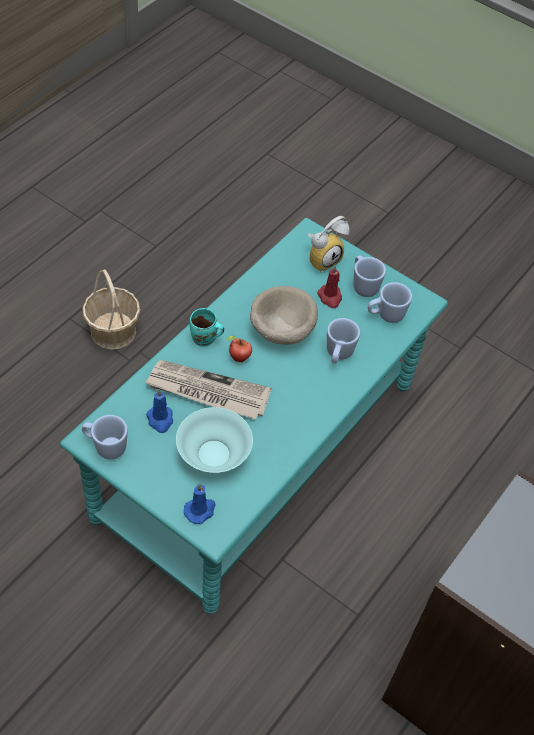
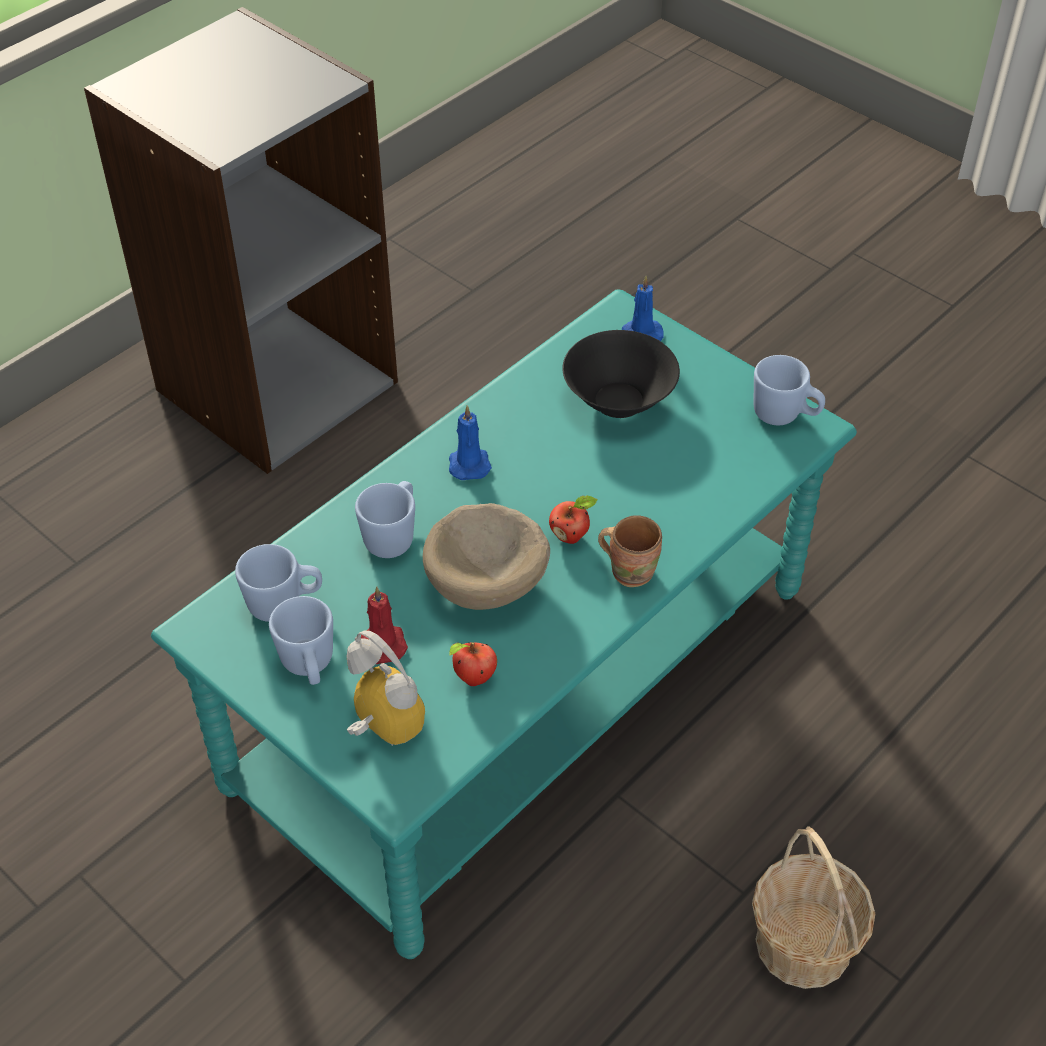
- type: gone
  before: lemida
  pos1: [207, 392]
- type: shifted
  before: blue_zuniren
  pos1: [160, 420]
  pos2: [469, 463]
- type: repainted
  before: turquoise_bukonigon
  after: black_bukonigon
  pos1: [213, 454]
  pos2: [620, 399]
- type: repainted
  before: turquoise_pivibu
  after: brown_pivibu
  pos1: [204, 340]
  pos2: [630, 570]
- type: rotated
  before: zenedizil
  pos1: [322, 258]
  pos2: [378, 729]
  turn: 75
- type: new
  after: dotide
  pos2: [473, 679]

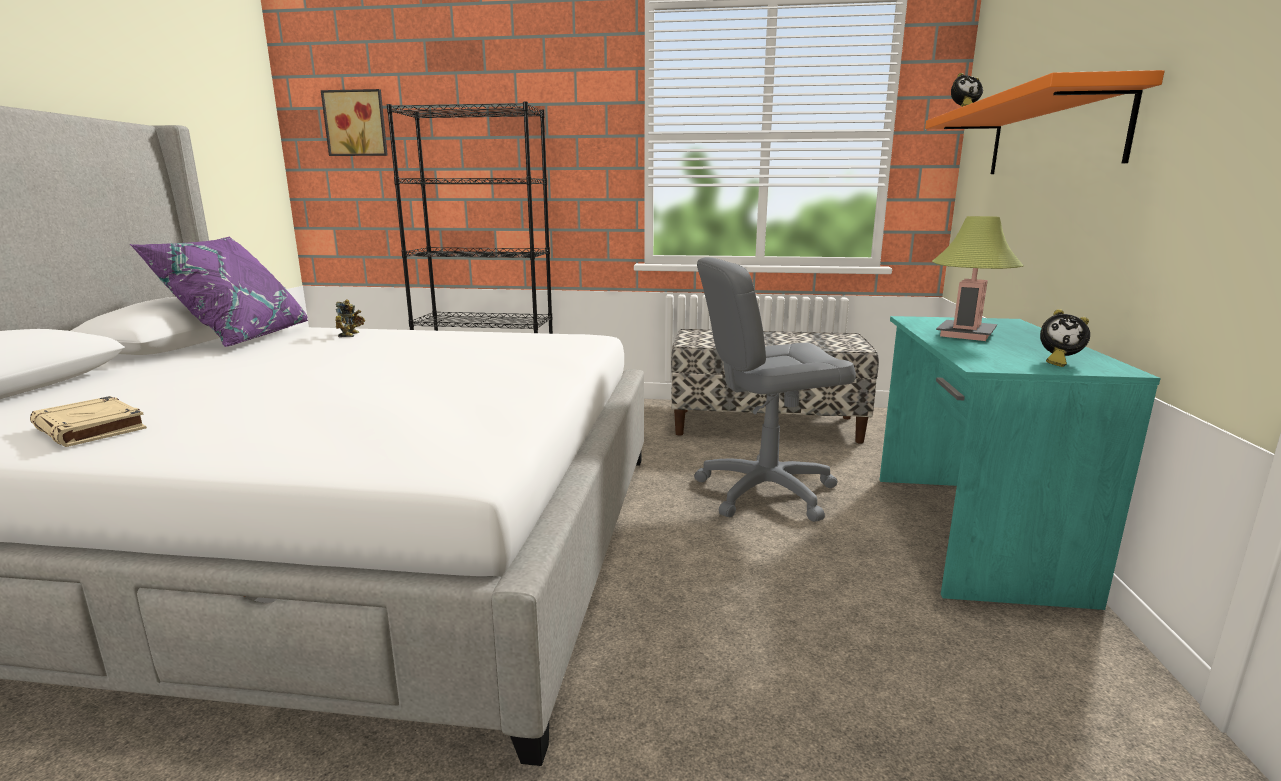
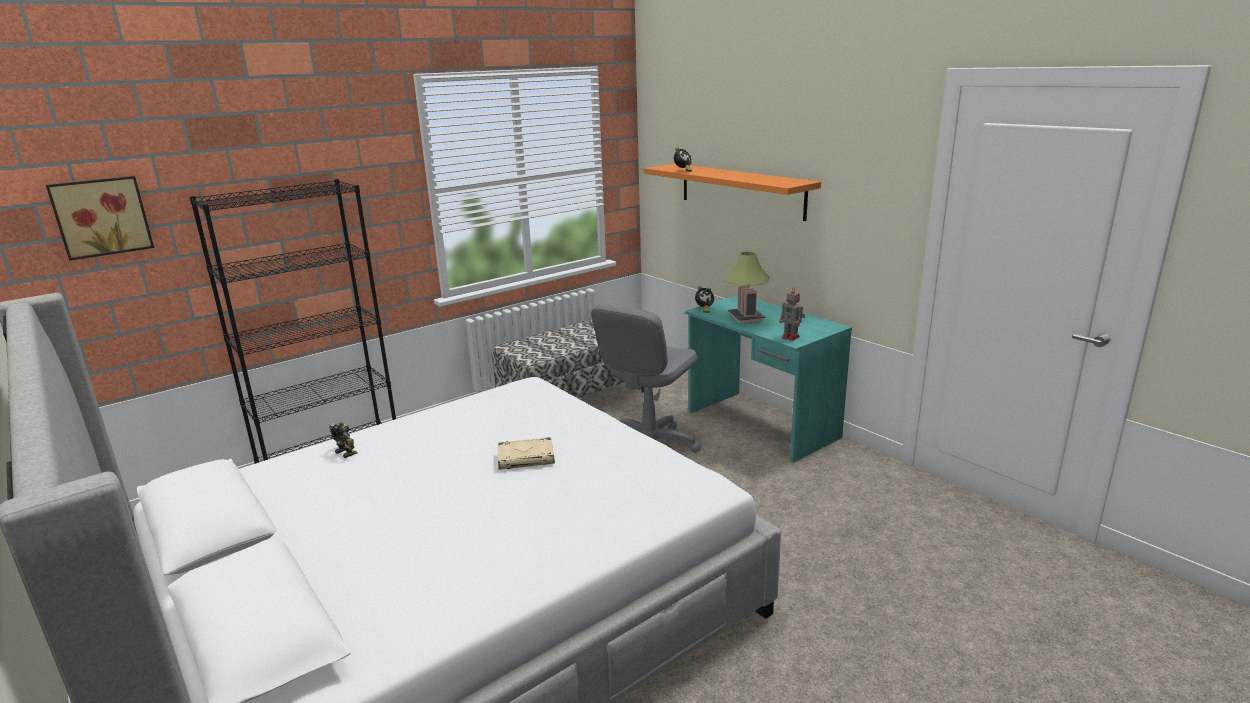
- type: shifted
  before: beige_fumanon
  pos1: [91, 429]
  pos2: [526, 457]
- type: gone
  before: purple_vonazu
  pos1: [240, 338]
- type: shifted
  before: zenedizil
  pos1: [1057, 362]
  pos2: [704, 310]
- type: new
  after: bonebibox
  pos2: [791, 337]

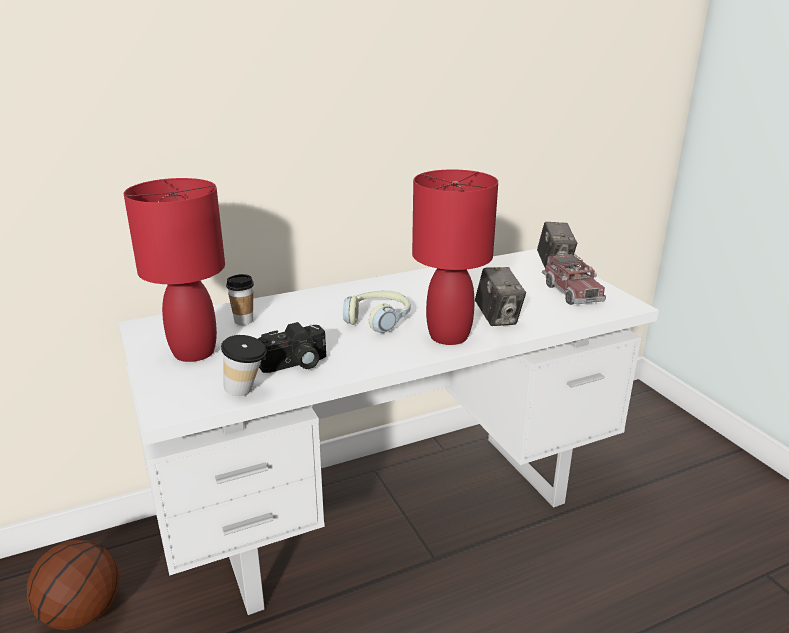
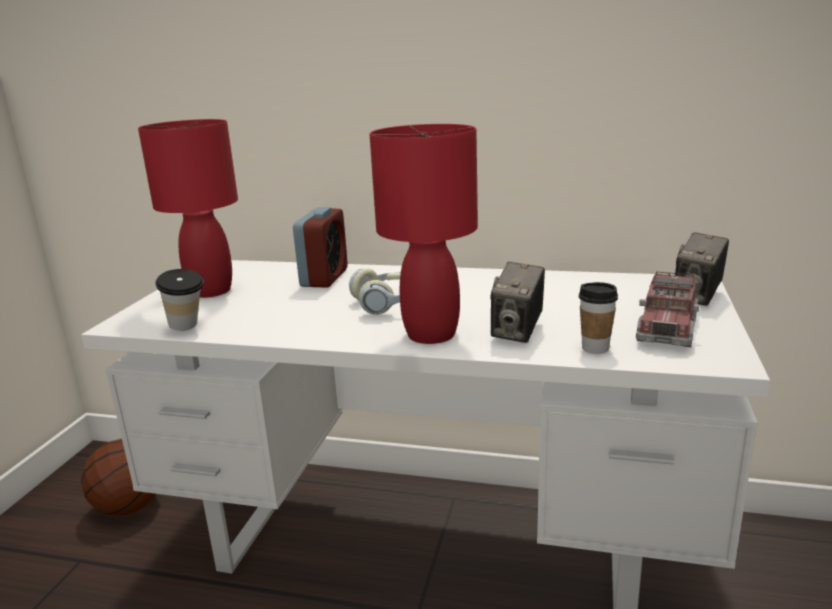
- type: shifted
  before: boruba
  pos1: [243, 321]
  pos2: [595, 348]
- type: gone
  before: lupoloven
  pos1: [295, 364]
- type: new
  after: zenedizil
  pos2: [324, 278]

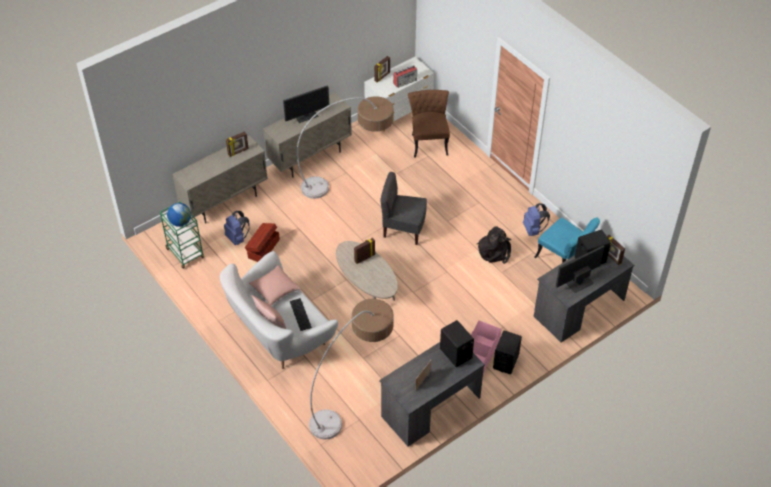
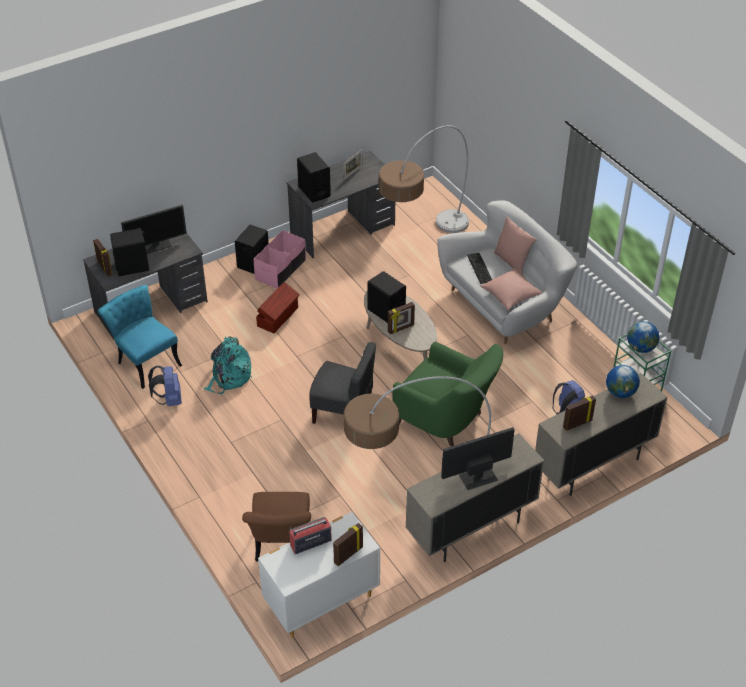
- type: shifted
  before: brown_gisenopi
  pos1: [263, 248]
  pos2: [278, 317]
- type: repainted
  before: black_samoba
  after: turquoise_samoba
  pos1: [495, 250]
  pos2: [229, 377]
- type: new
  after: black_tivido
  pos2: [386, 311]
- type: new
  after: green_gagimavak
  pos2: [447, 420]
- type: new
  after: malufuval
  pos2: [620, 392]

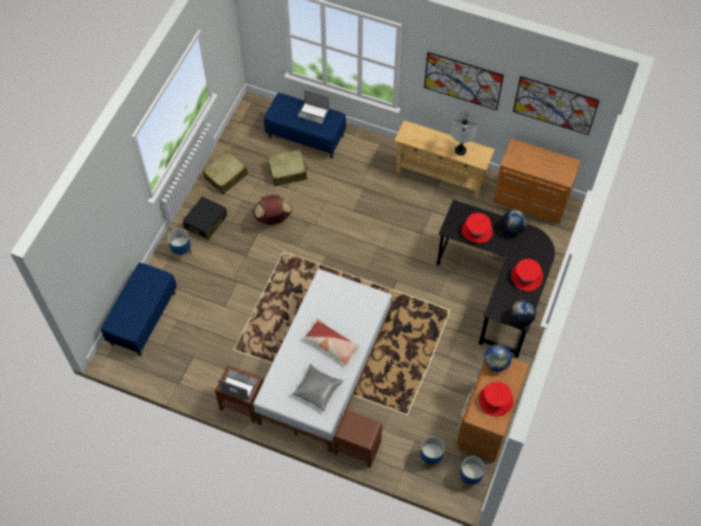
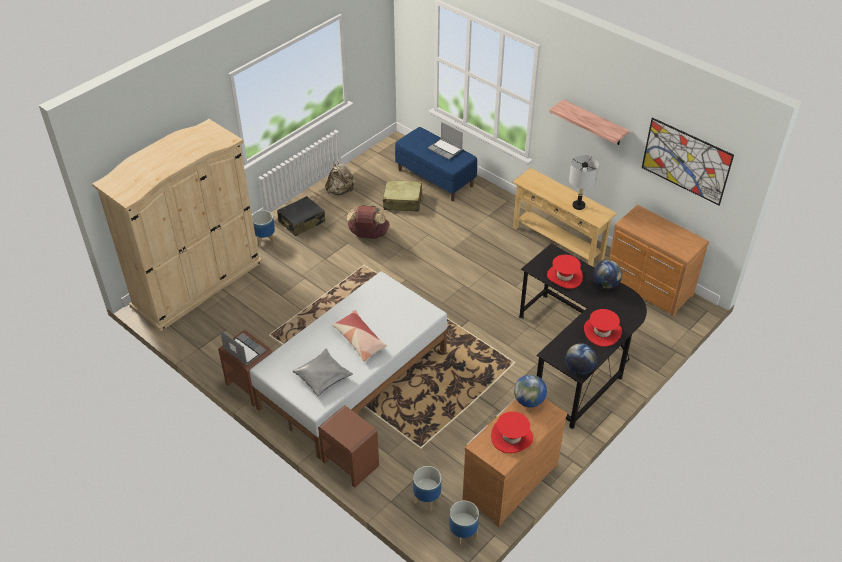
- type: swapped
  before: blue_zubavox
  after: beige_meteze
  pos1: [143, 318]
  pos2: [197, 283]
- type: swapped
  before: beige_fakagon
  after: beige_samoba
  pos1: [226, 176]
  pos2: [341, 191]
- type: swapped
  before: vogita
  after: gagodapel
  pos1: [463, 81]
  pos2: [594, 123]

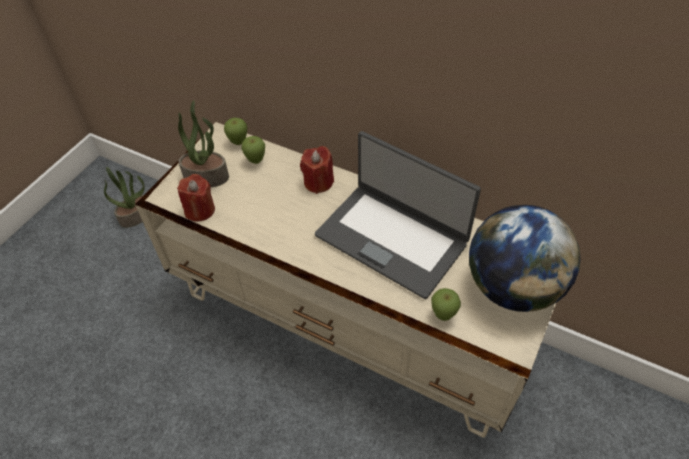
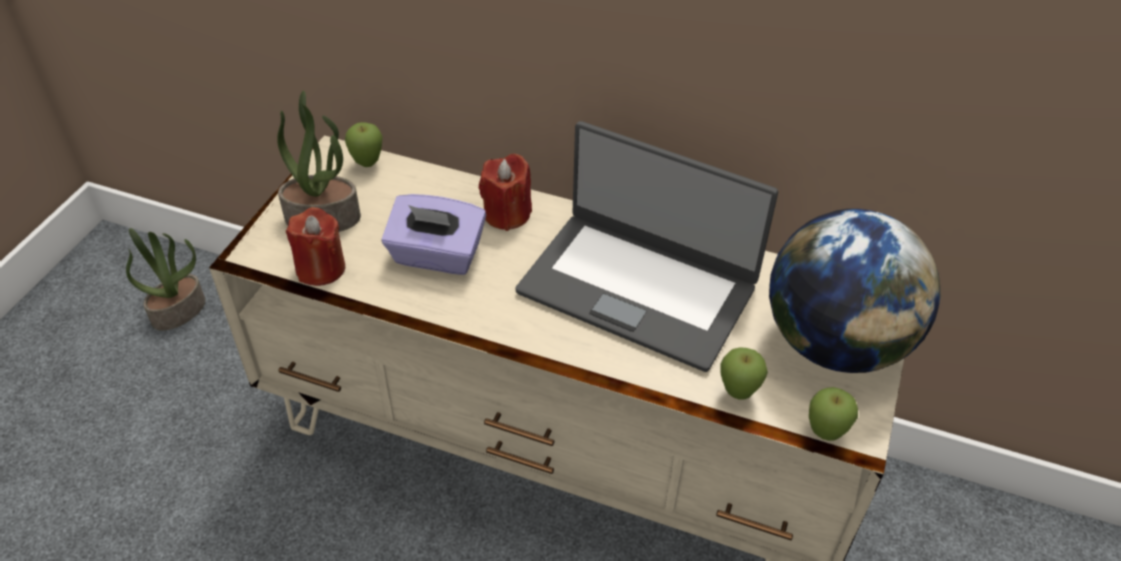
- type: shifted
  before: dotide
  pos1: [256, 161]
  pos2: [824, 434]
- type: new
  after: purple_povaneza
  pos2: [436, 256]

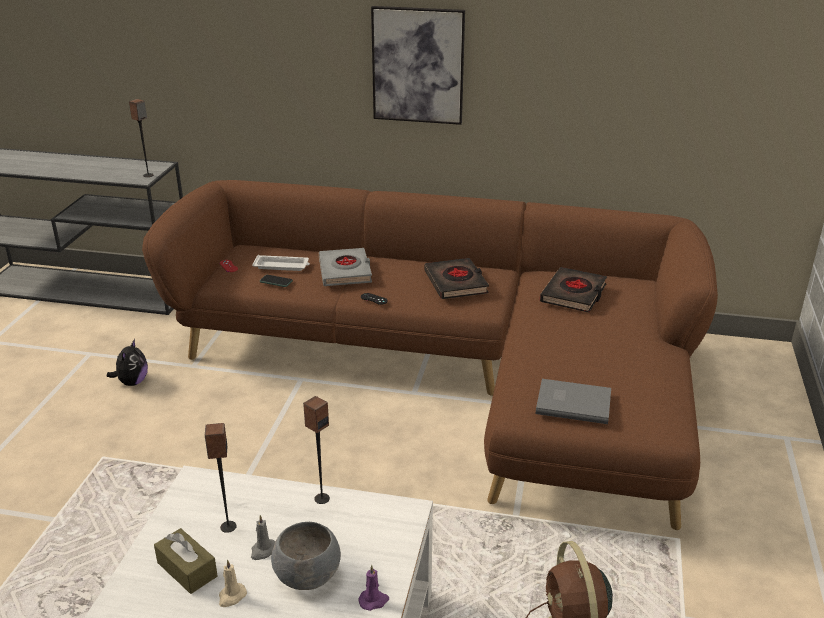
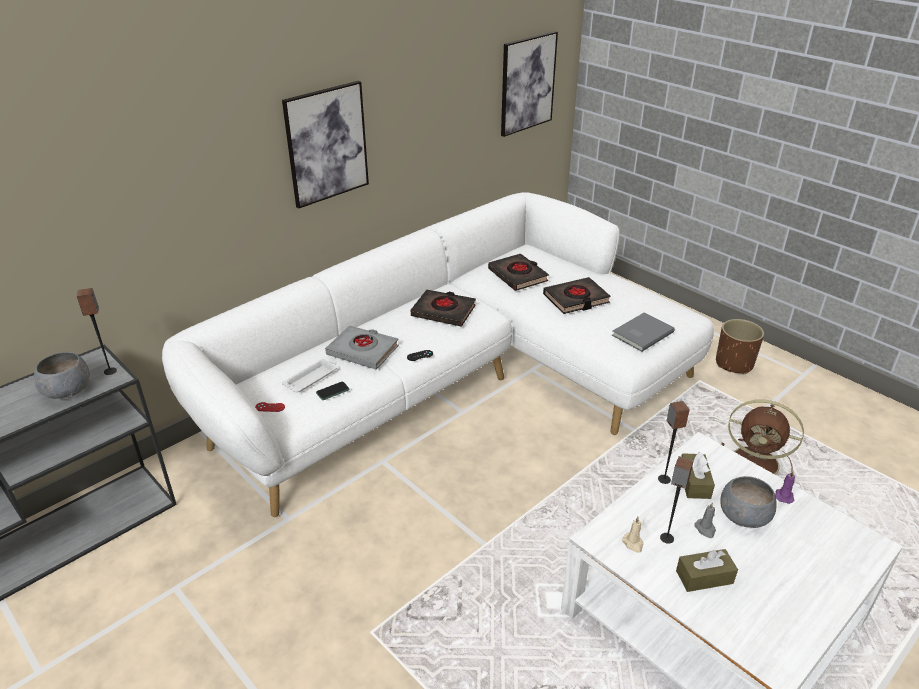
- type: gone
  before: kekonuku
  pos1: [132, 382]
- type: repainted
  before: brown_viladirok
  after: white_viladirok
  pos1: [457, 371]
  pos2: [459, 380]
- type: shifted
  before: beige_zuniren
  pos1: [231, 596]
  pos2: [633, 543]
- type: new
  after: grey_bukonigon
  pos2: [67, 391]
- type: new
  after: vogita
  pos2: [527, 83]
- type: new
  after: black_fumanon
  pos2: [576, 299]
- type: new
  after: brown_povaneza
  pos2: [694, 482]
- type: new
  after: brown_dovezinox
  pos2: [734, 364]

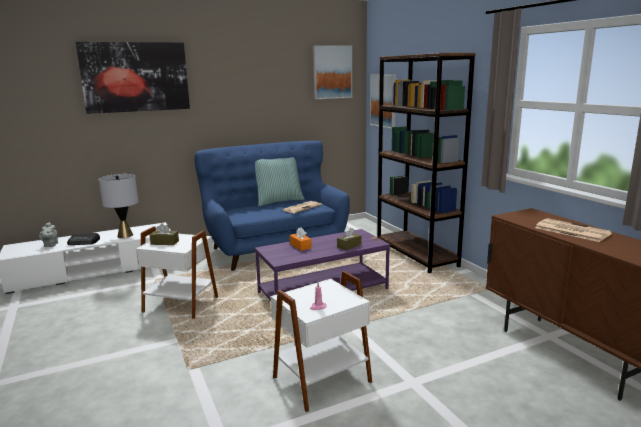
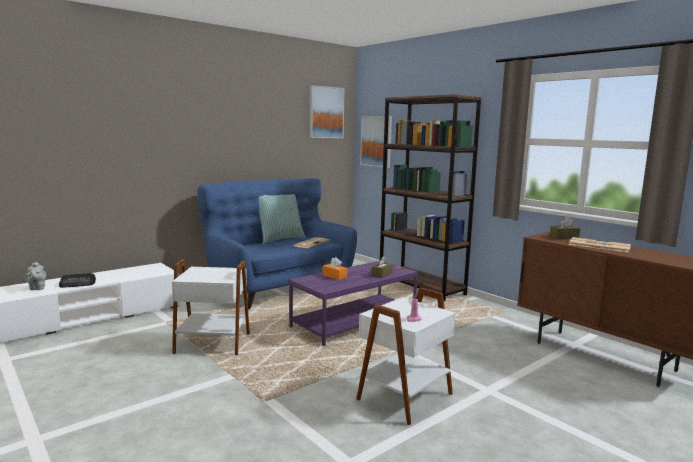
- type: gone
  before: vogita
  pos1: [135, 77]
- type: gone
  before: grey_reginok
  pos1: [125, 235]
- type: shifted
  before: brown_povaneza
  pos1: [165, 242]
  pos2: [564, 237]

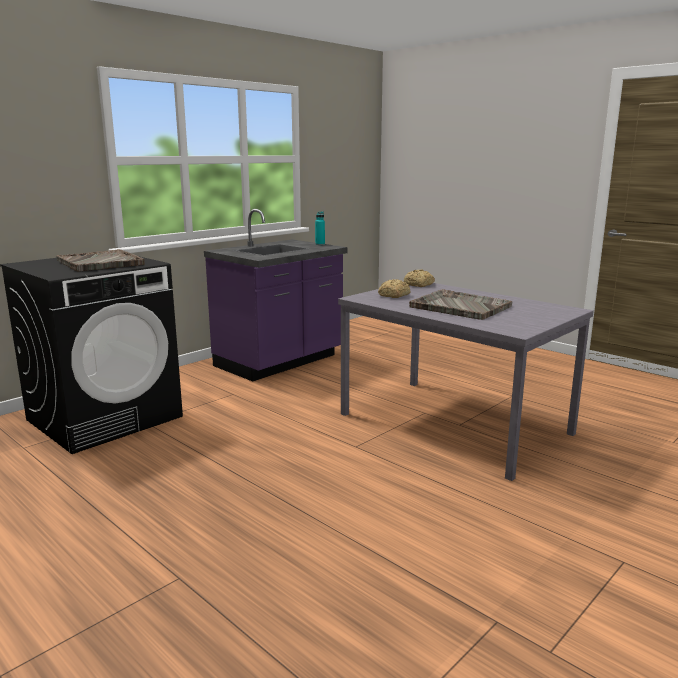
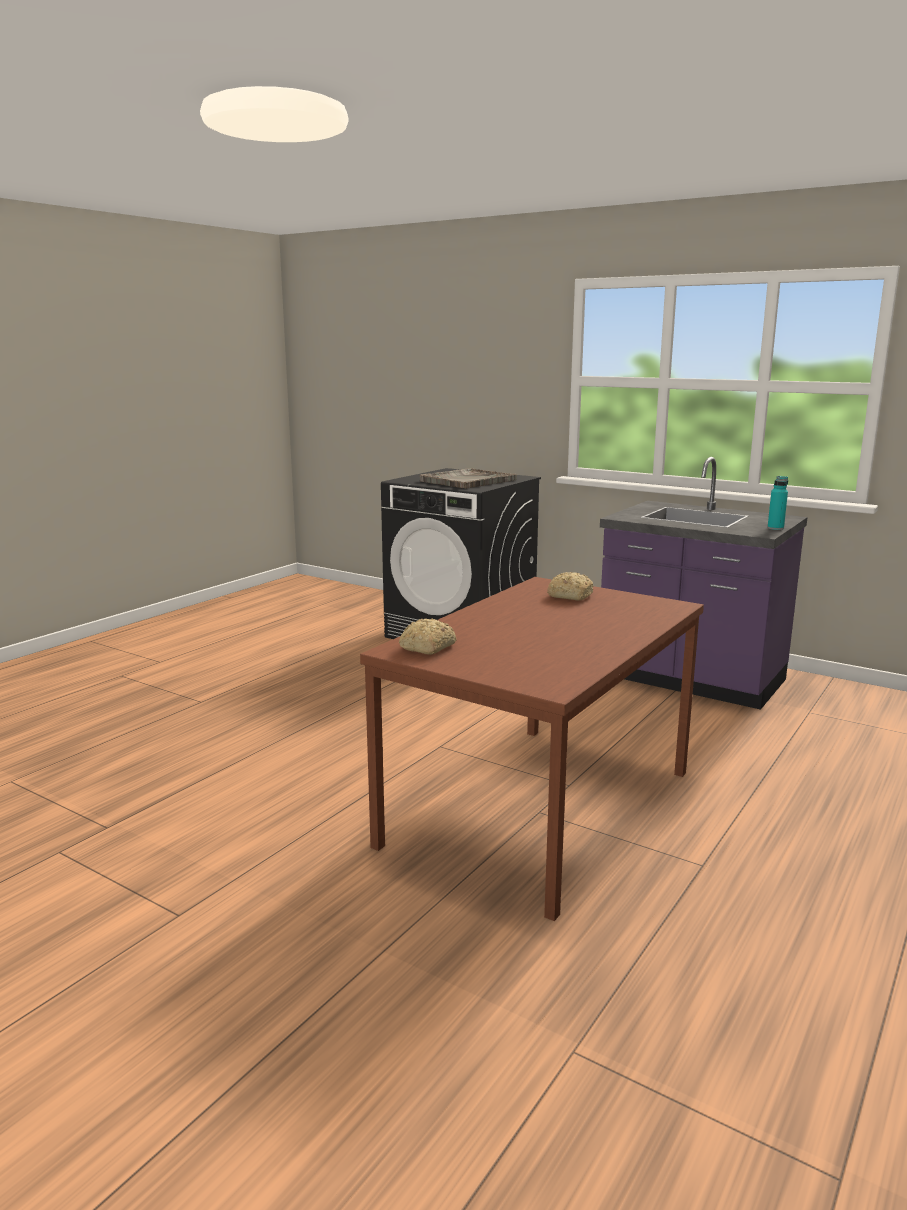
- type: repainted
  before: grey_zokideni
  after: brown_zokideni
  pos1: [455, 423]
  pos2: [541, 809]
- type: shifted
  before: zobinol
  pos1: [419, 285]
  pos2: [426, 648]
- type: gone
  before: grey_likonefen
  pos1: [459, 306]

